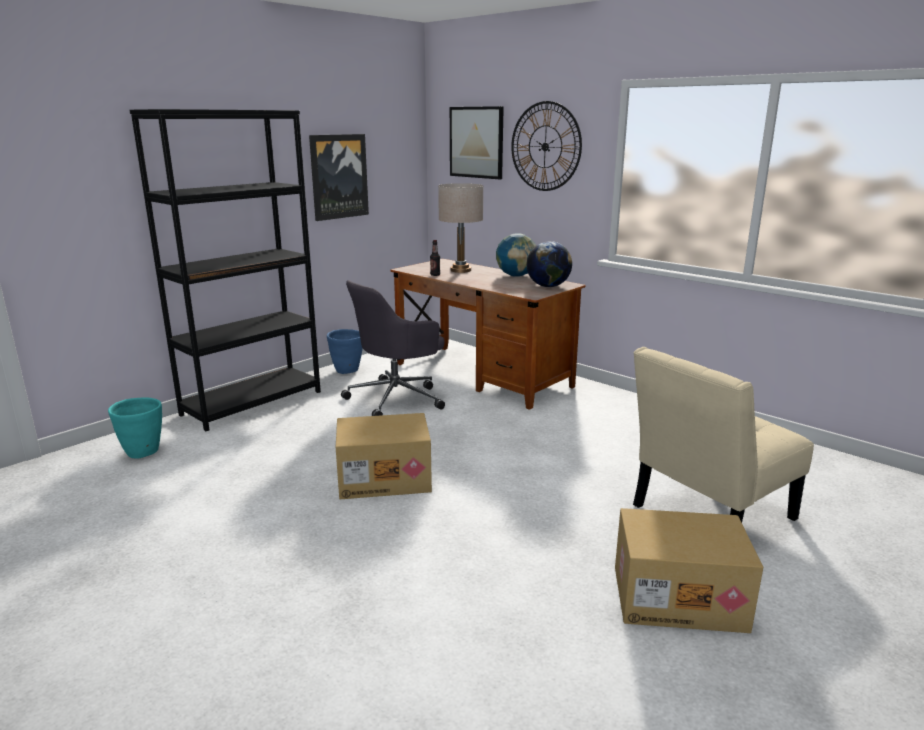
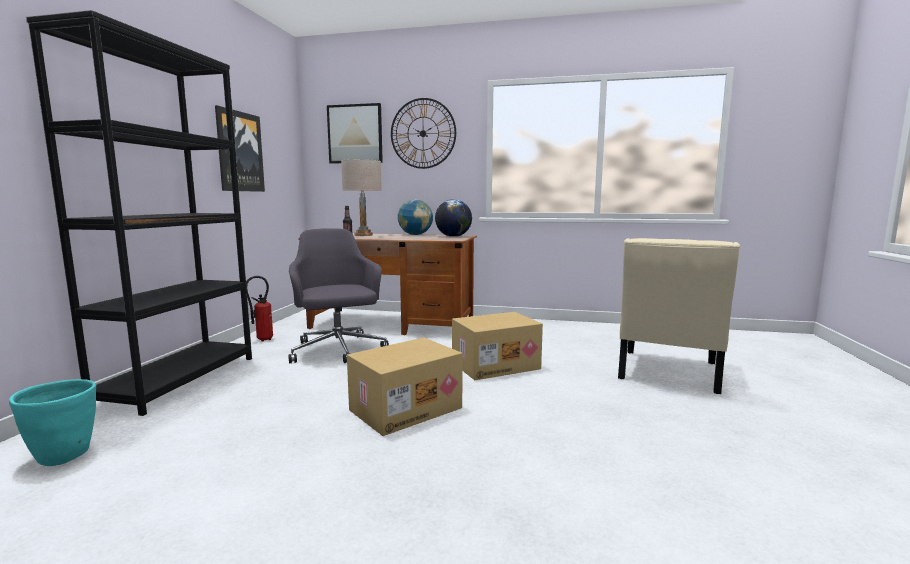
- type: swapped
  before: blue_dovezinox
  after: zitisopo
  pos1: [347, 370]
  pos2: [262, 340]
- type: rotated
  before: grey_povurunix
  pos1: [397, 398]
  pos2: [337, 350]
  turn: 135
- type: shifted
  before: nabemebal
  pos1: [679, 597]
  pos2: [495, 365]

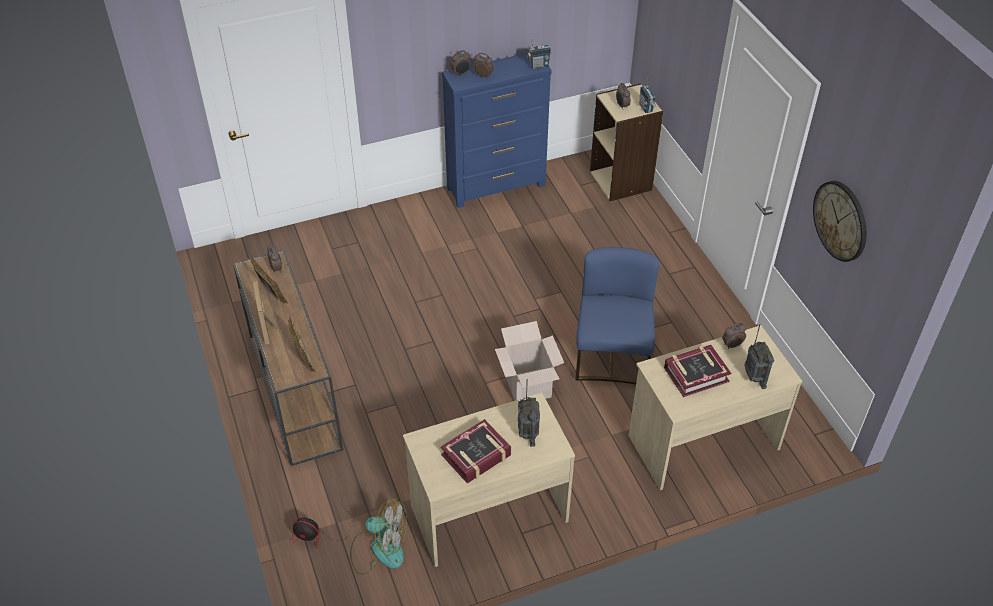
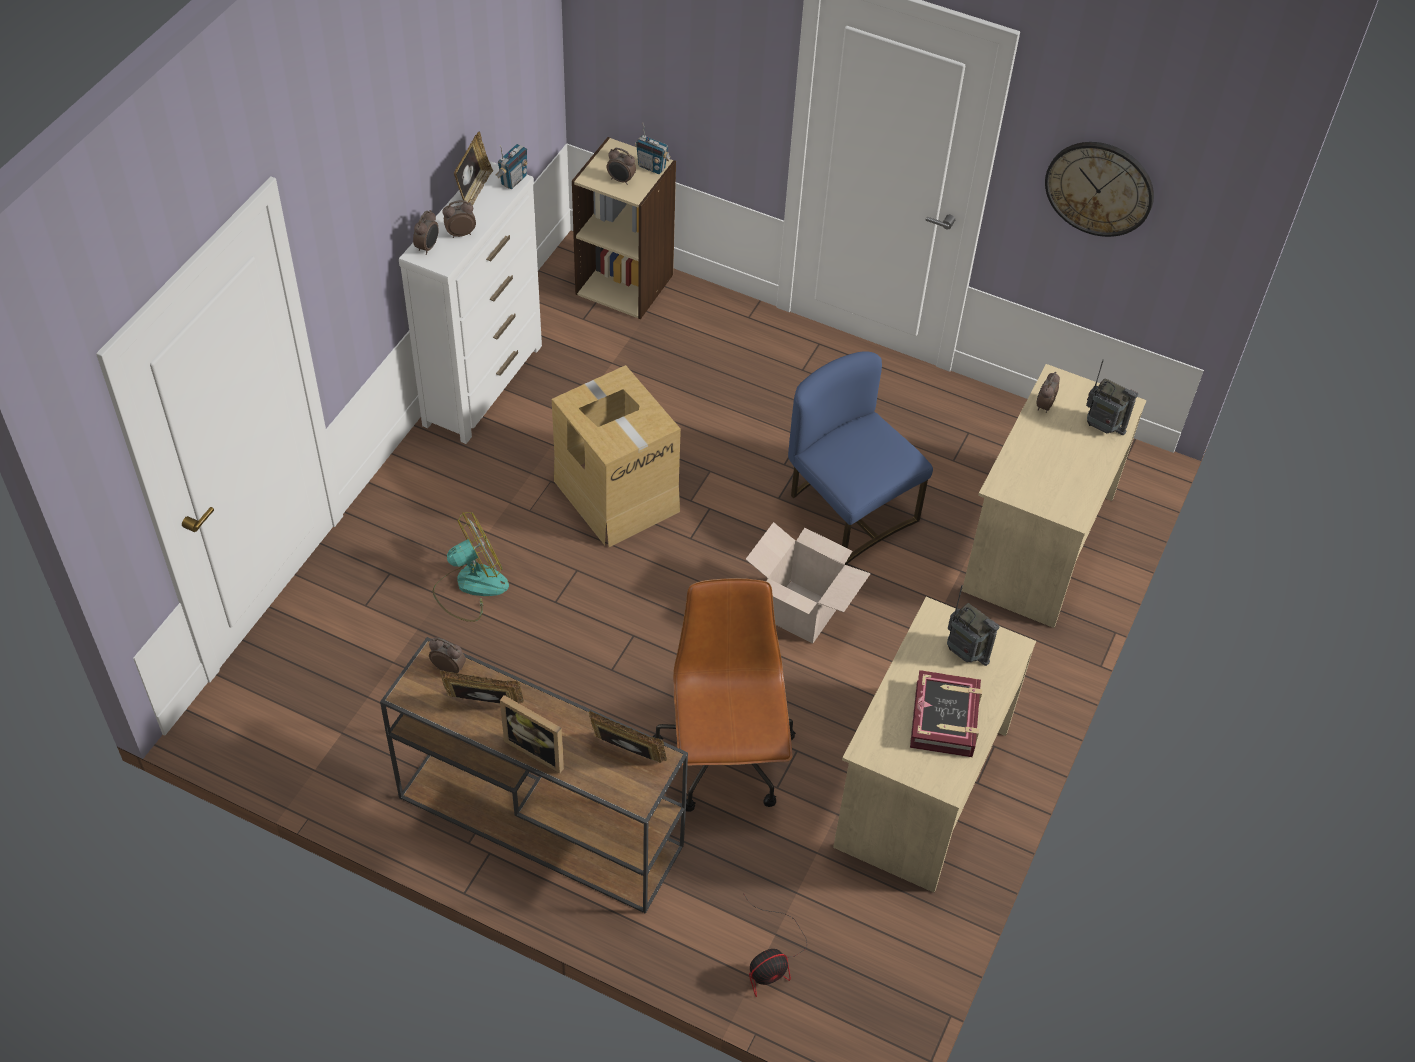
- type: shifted
  before: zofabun
  pos1: [379, 549]
  pos2: [470, 586]
- type: repainted
  before: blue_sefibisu
  after: white_sefibisu
  pos1: [497, 187]
  pos2: [484, 384]
- type: gone
  before: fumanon
  pos1: [696, 374]
- type: new
  after: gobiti
  pos2: [474, 191]
- type: new
  after: nabemebal
  pos2: [617, 494]
- type: new
  after: brown_povurunix
  pos2: [725, 759]

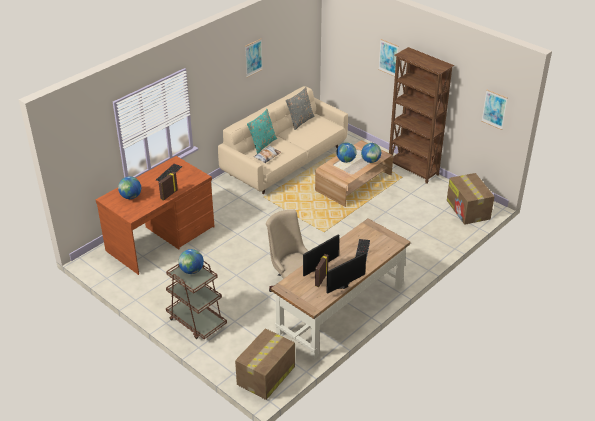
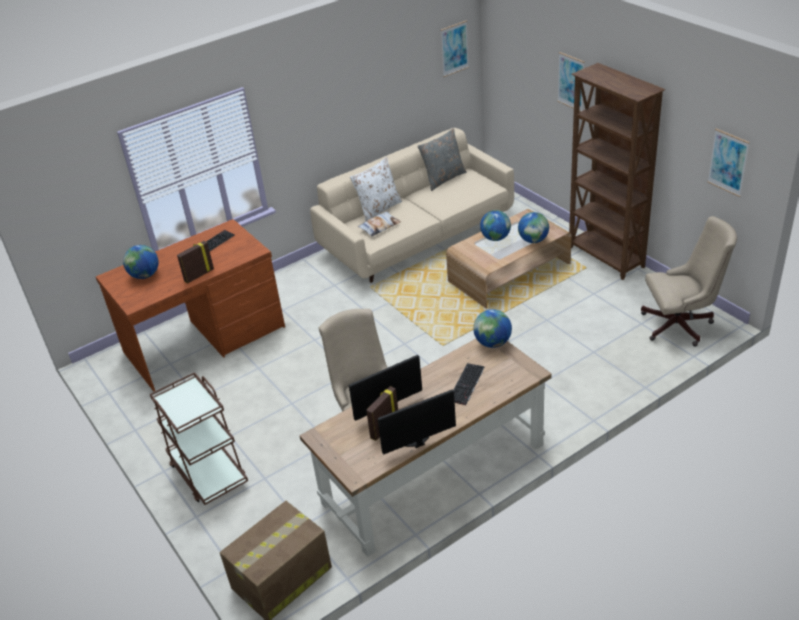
- type: shifted
  before: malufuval
  pos1: [192, 271]
  pos2: [492, 343]
- type: shifted
  before: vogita
  pos1: [253, 57]
  pos2: [454, 48]
- type: repainted
  before: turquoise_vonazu
  after: white_vonazu
  pos1: [262, 144]
  pos2: [378, 209]
- type: swapped
  before: nabemebal
  after: beige_povurunix
  pos1: [468, 210]
  pos2: [681, 325]

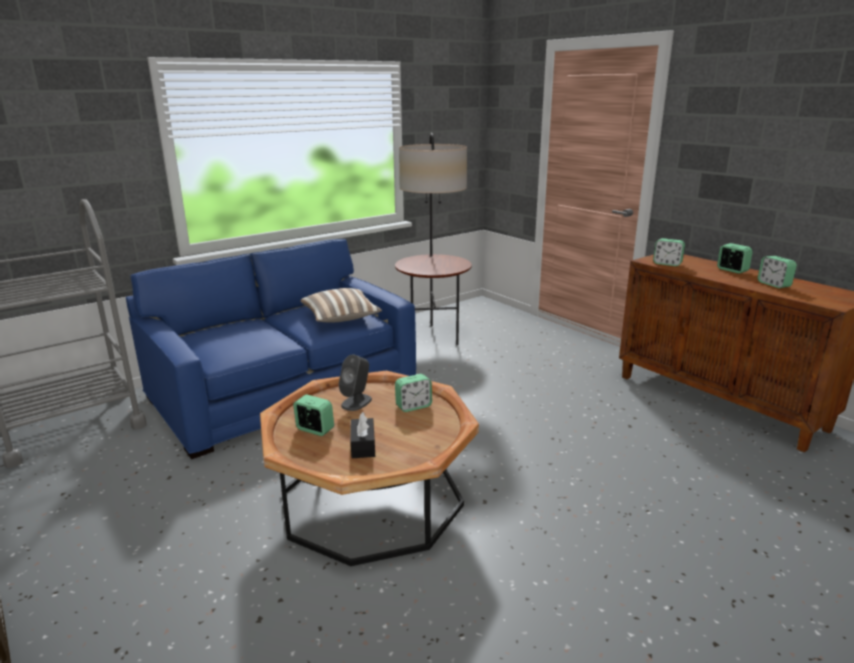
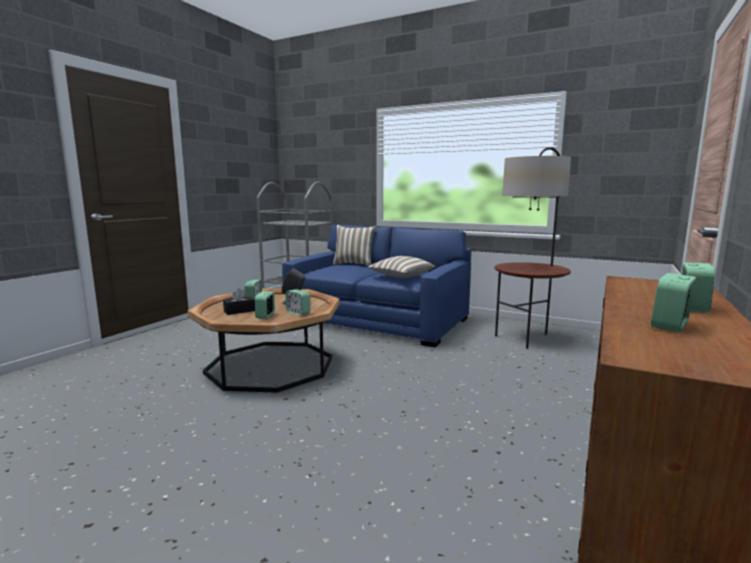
- type: shifted
  before: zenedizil
  pos1: [667, 264]
  pos2: [265, 316]
- type: new
  after: vonazu
  pos2: [354, 264]

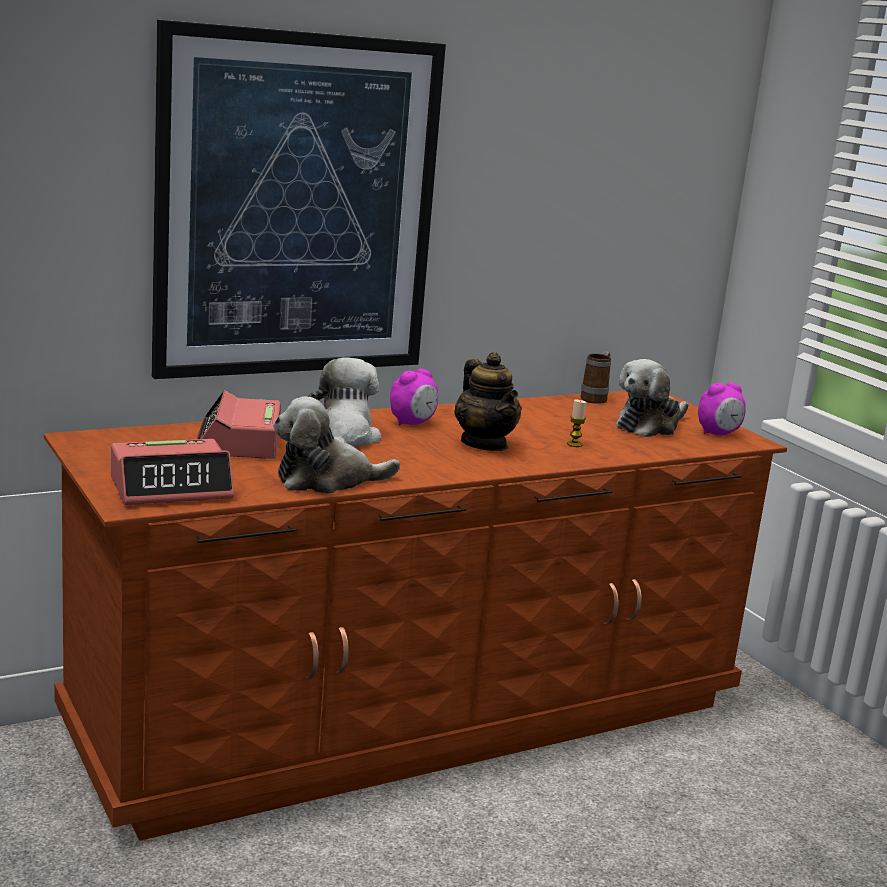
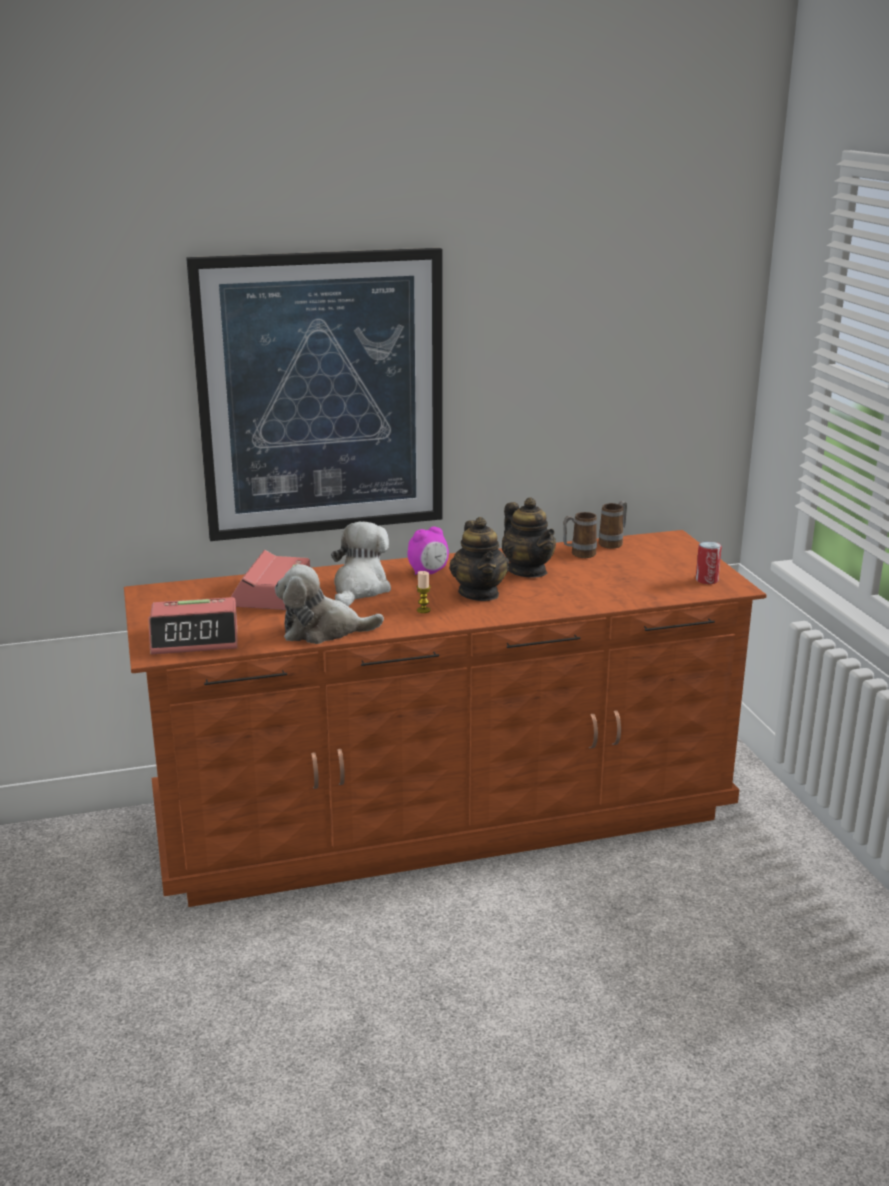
- type: shifted
  before: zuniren
  pos1: [574, 444]
  pos2: [423, 610]
- type: gone
  before: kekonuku
  pos1: [650, 425]
- type: swapped
  before: zenedizil
  after: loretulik
  pos1: [718, 434]
  pos2: [706, 580]
- type: new
  after: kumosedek
  pos2: [528, 571]
- type: new
  after: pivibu
  pos2: [578, 554]

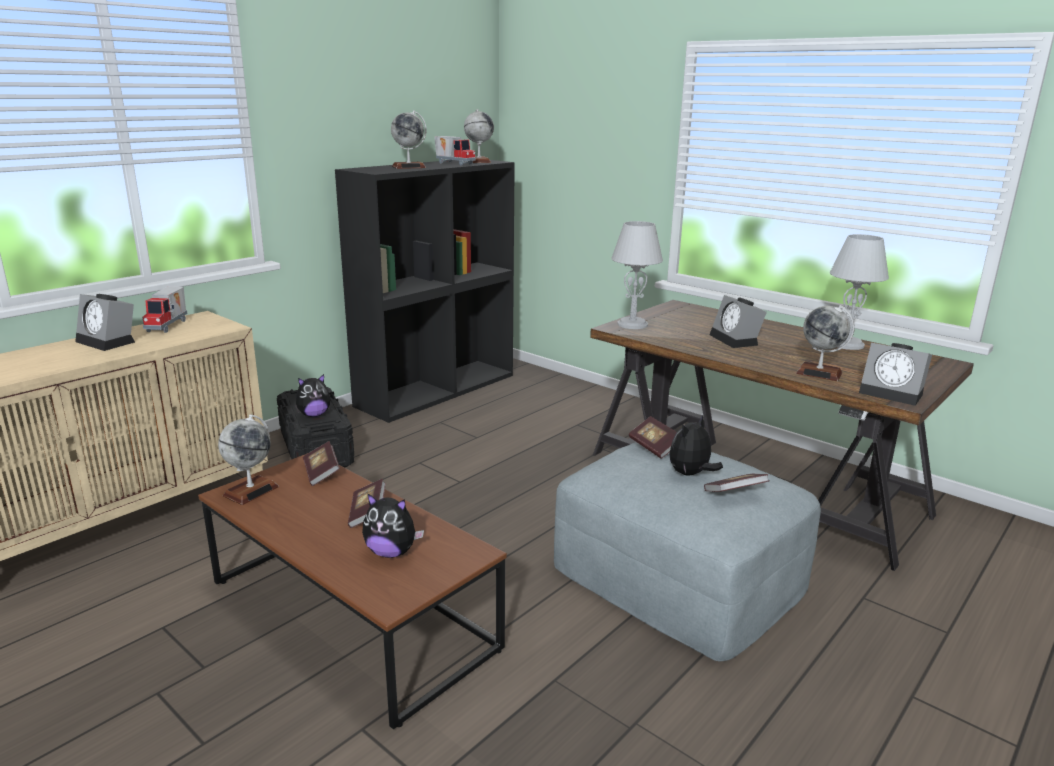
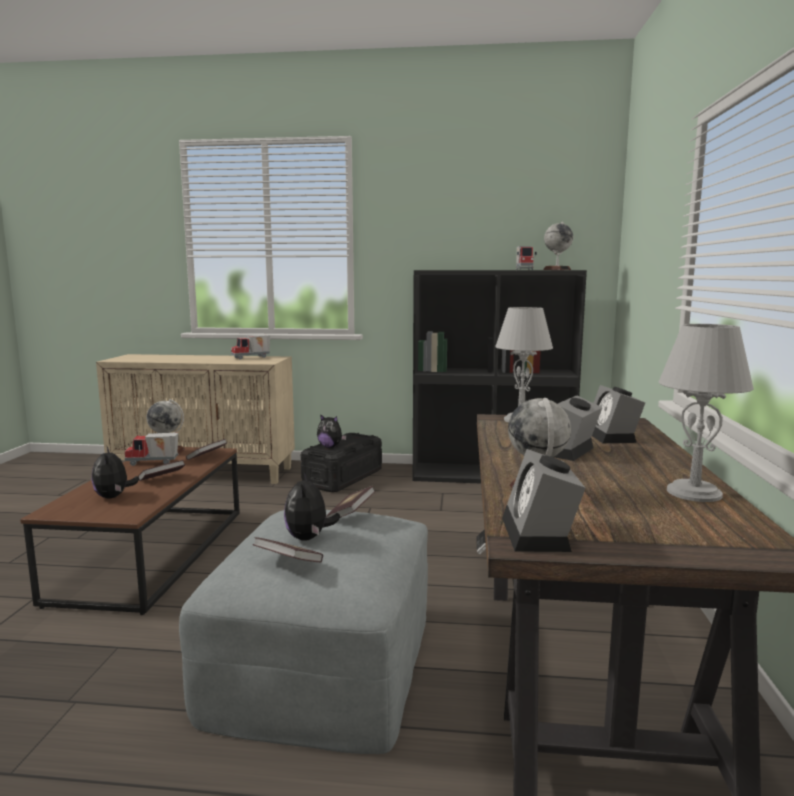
- type: shifted
  before: zenedizil
  pos1: [109, 341]
  pos2: [612, 436]
- type: gone
  before: malufuval
  pos1: [409, 167]
- type: rotated
  before: kekonuku
  pos1: [690, 474]
  pos2: [309, 538]
  turn: -105
- type: new
  after: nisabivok
  pos2: [153, 463]

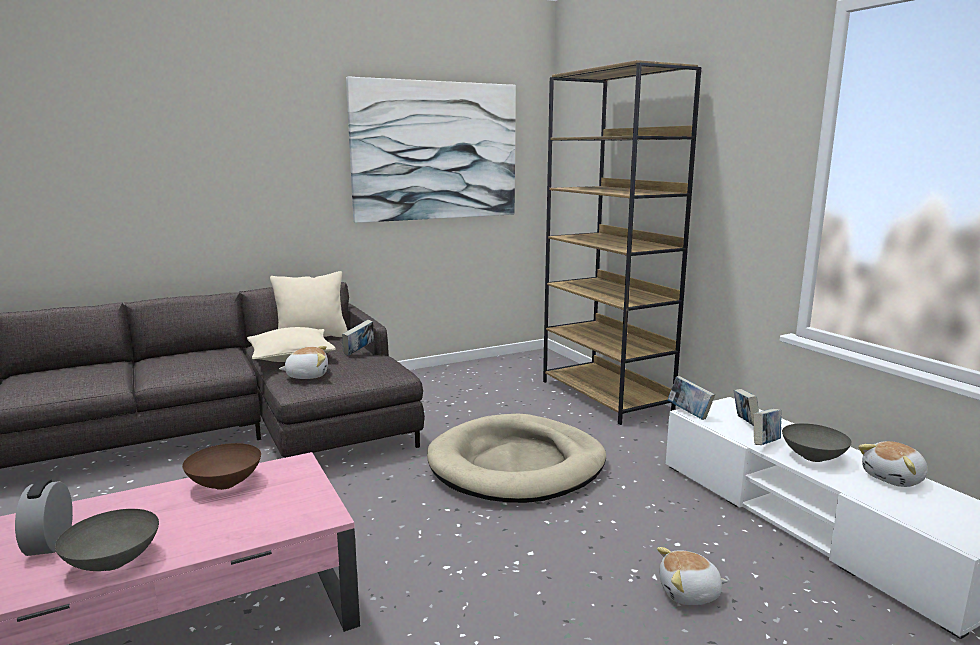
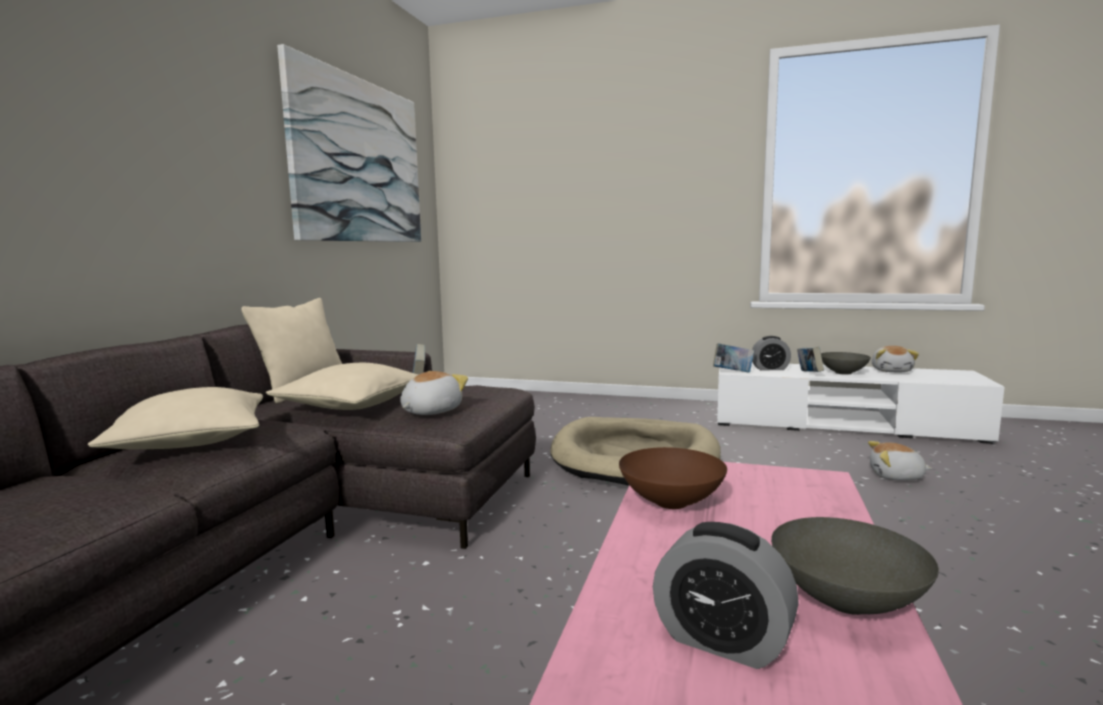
- type: gone
  before: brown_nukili
  pos1: [606, 396]
- type: rotated
  before: kekonuku
  pos1: [689, 593]
  pos2: [896, 476]
  turn: 60
- type: swapped
  before: fumanon
  after: zenedizil
  pos1: [745, 423]
  pos2: [770, 369]
- type: new
  after: beige_vonazu
  pos2: [190, 441]

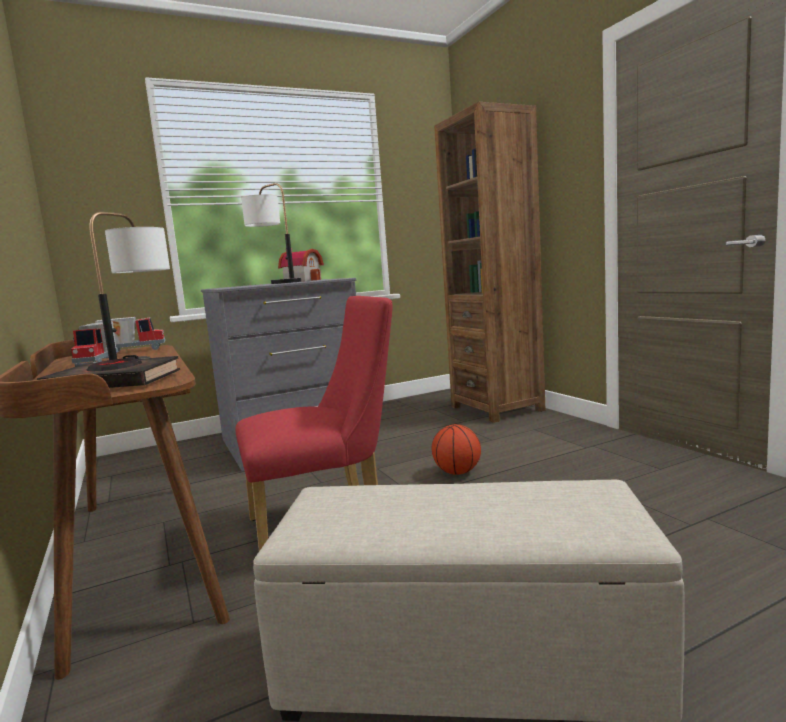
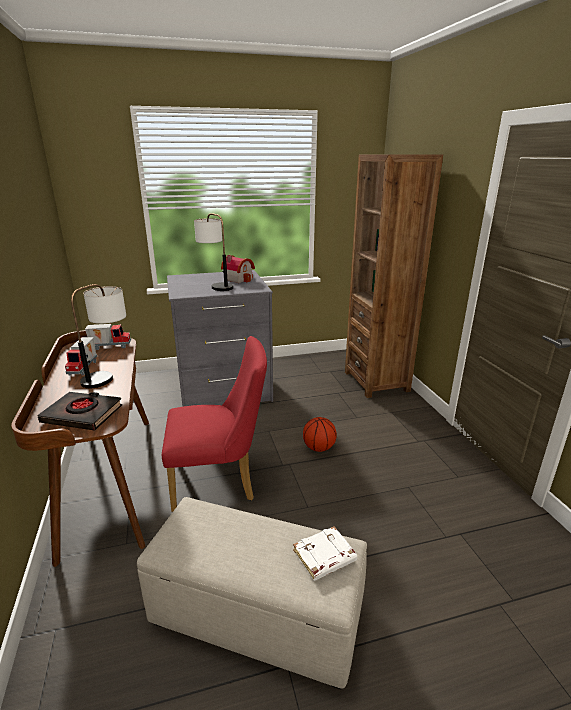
- type: new
  after: white_fumanon
  pos2: [324, 557]

